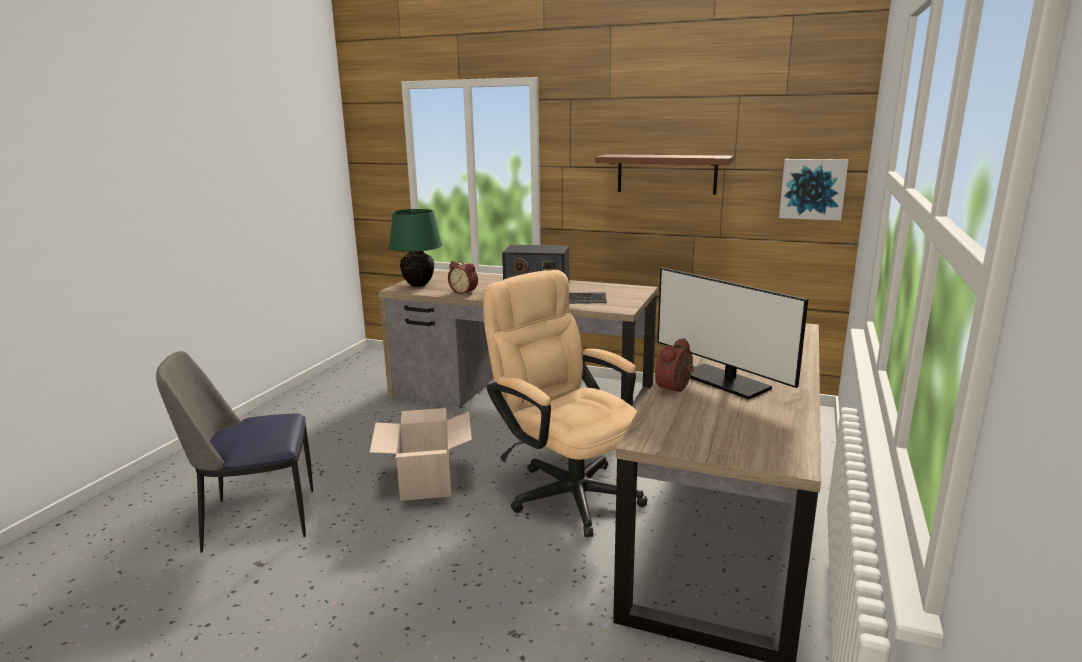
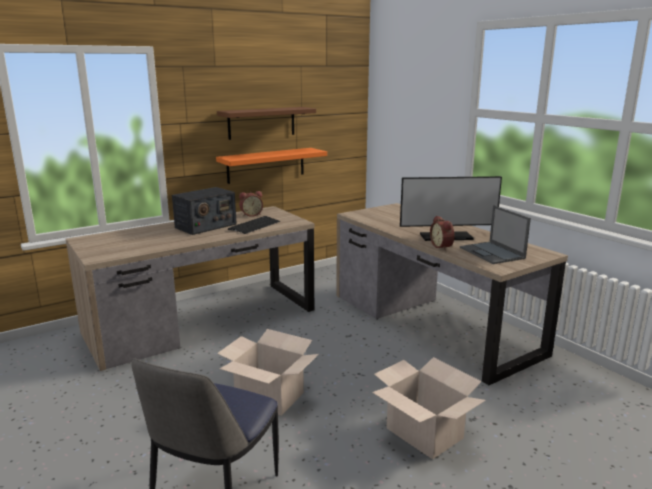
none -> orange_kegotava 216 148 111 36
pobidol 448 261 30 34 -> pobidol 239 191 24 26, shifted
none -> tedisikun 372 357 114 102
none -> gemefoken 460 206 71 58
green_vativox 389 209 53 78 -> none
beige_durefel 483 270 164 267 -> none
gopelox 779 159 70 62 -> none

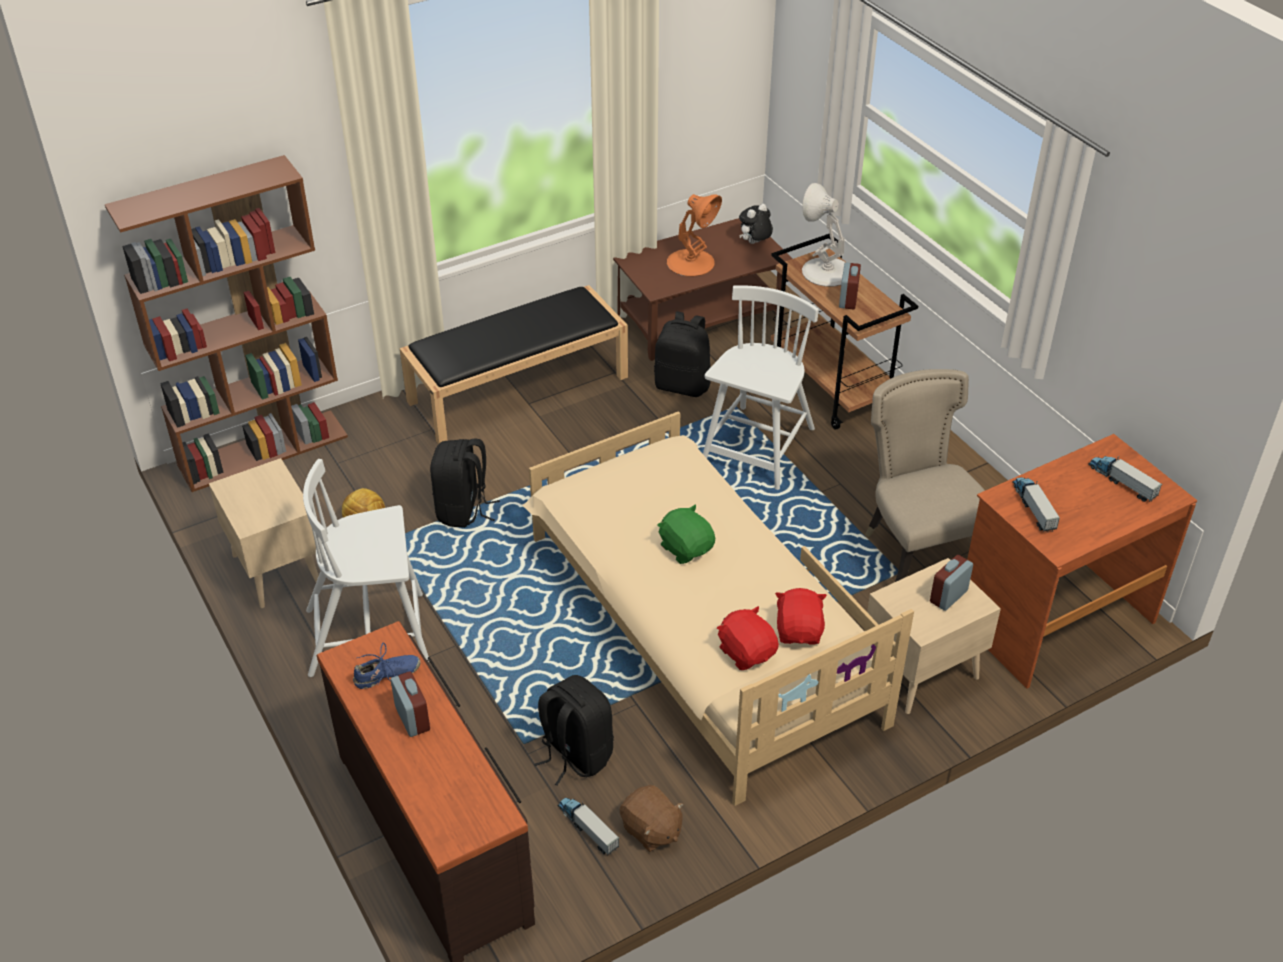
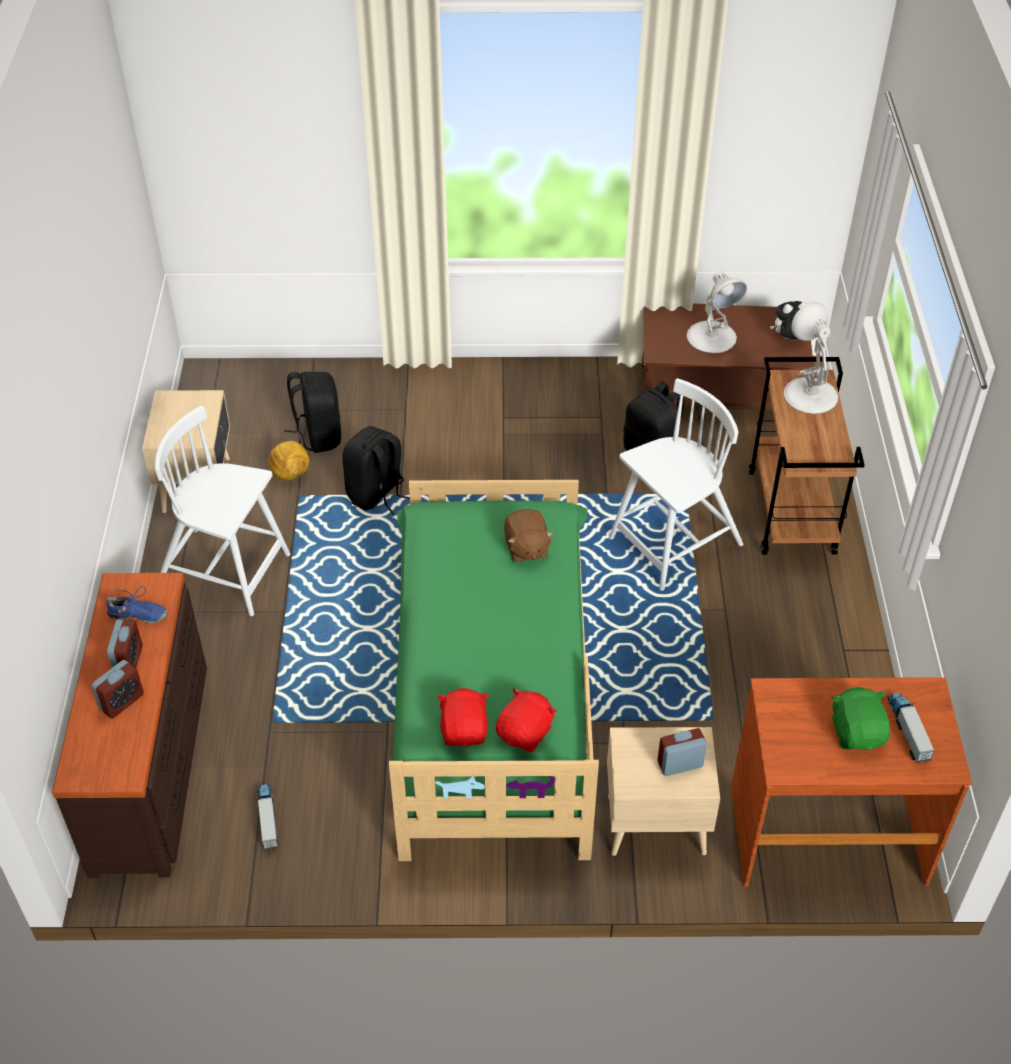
pobidol 839 262 22 47 -> pobidol 92 660 52 59, shifted
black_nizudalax 534 675 80 111 -> black_nizudalax 284 372 57 81, shifted
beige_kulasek 522 411 392 395 -> green_kulasek 389 480 210 381
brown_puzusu 620 785 64 67 -> brown_puzusu 504 509 50 53, shifted
orange_vativox 667 194 55 82 -> white_vativox 687 271 60 82
green_puzusu 657 505 58 59 -> green_puzusu 832 687 58 63, shifted
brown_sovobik 105 155 243 337 -> none
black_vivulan 400 285 228 159 -> none
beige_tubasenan 865 369 120 213 -> none
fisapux 1012 477 48 56 -> none

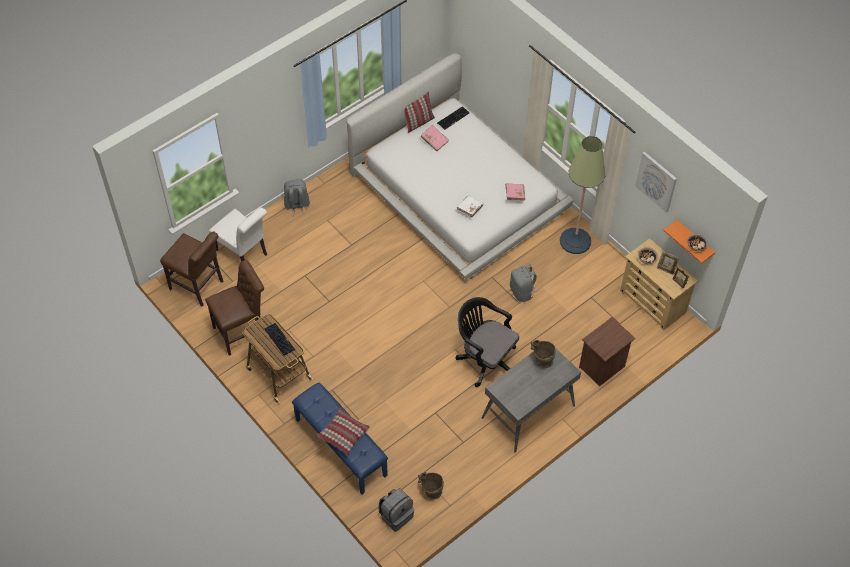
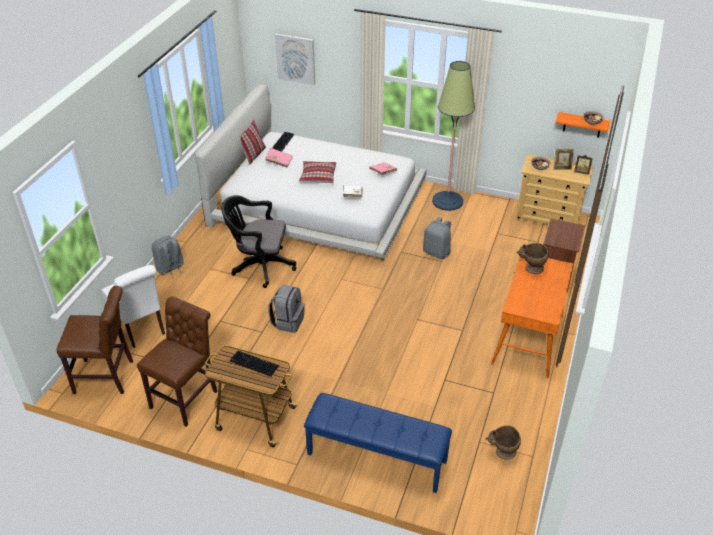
white_tubasenan 209 208 58 54 -> white_tubasenan 101 265 64 83, 45 degrees clockwise
black_durefel 456 297 63 90 -> black_durefel 221 195 75 93, shifted
grey_nizudalax 379 488 35 44 -> grey_nizudalax 268 285 36 48, shifted
gopelox 635 152 42 61 -> gopelox 275 34 40 51, shifted
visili 317 408 53 48 -> visili 299 161 37 22, shifted
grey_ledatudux 481 341 100 112 -> orange_ledatudux 491 257 82 121

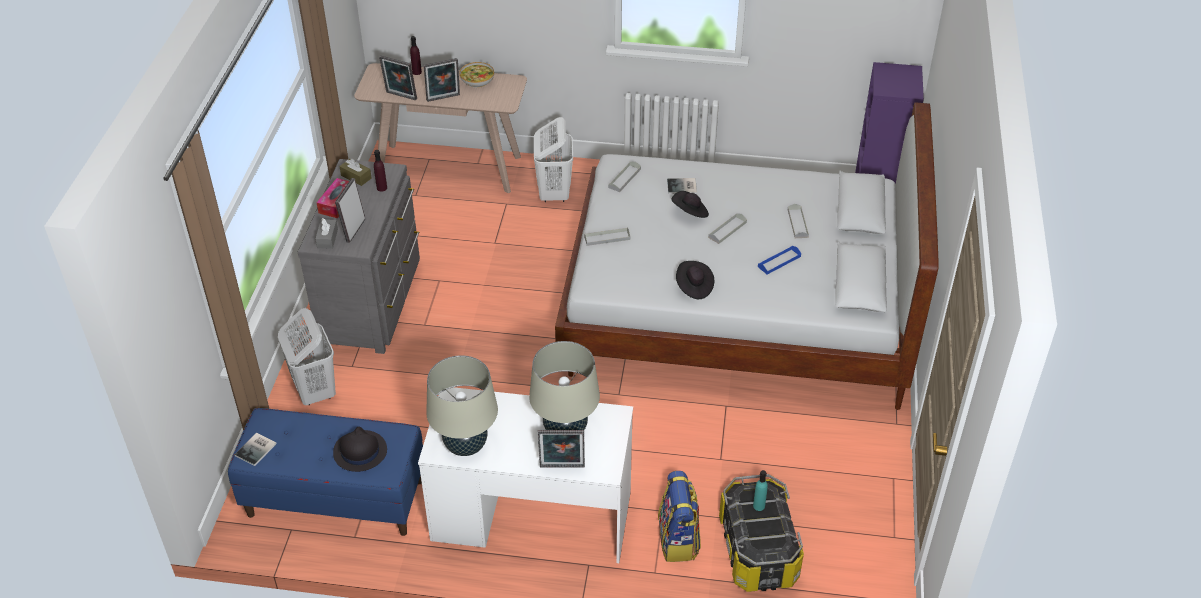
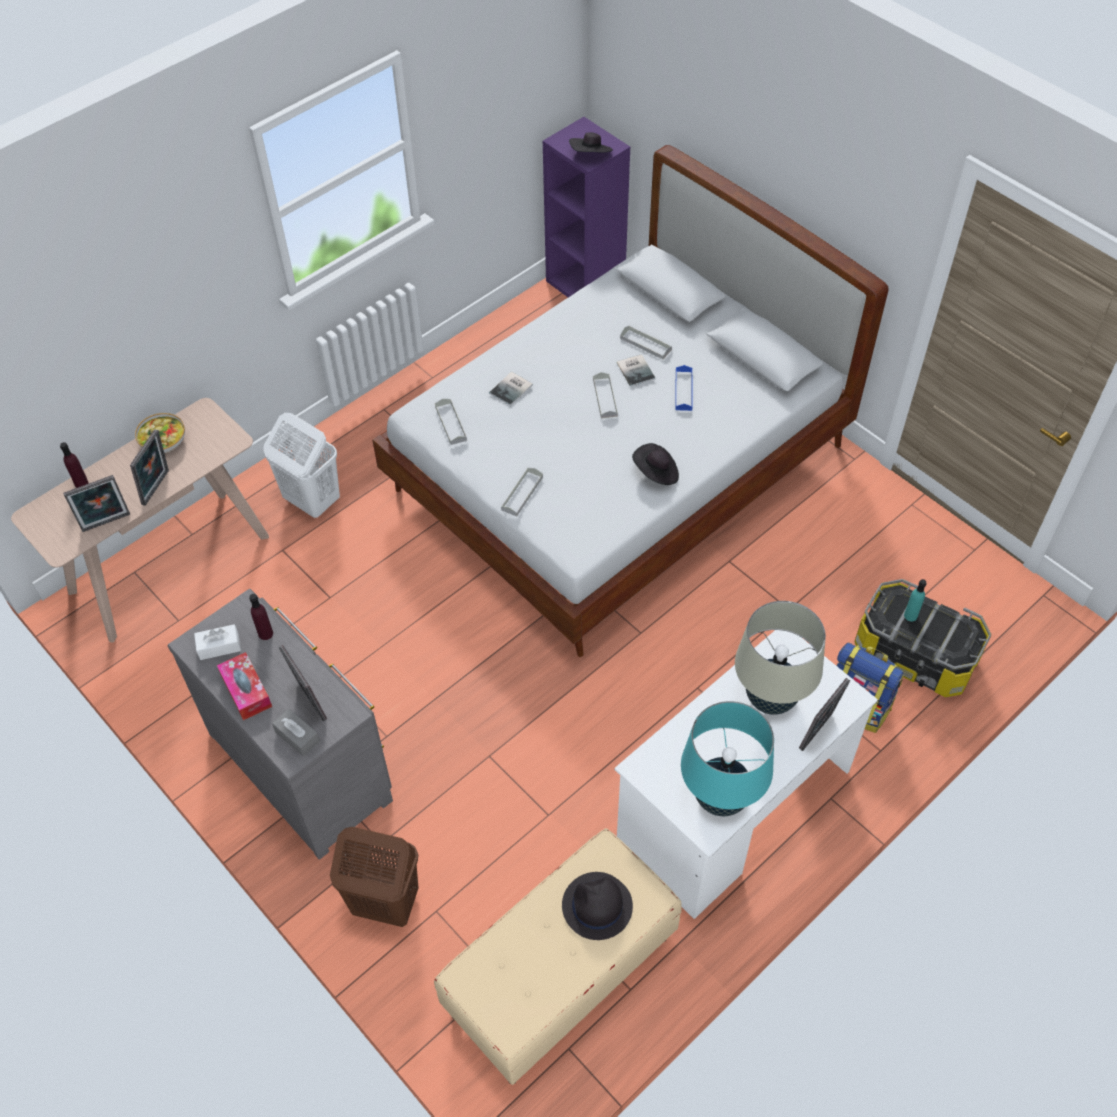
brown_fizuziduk 340 158 32 28 -> white_fizuziduk 194 624 47 36
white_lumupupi 278 308 58 97 -> brown_lumupupi 330 827 89 100
blue_vivulan 228 408 195 128 -> beige_vivulan 434 828 248 257
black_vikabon 671 191 38 27 -> black_vikabon 569 132 44 21, shifted
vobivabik 234 432 43 34 -> vobivabik 617 354 38 33, shifted
beige_vativox 426 355 72 101 -> turquoise_vativox 681 701 93 115

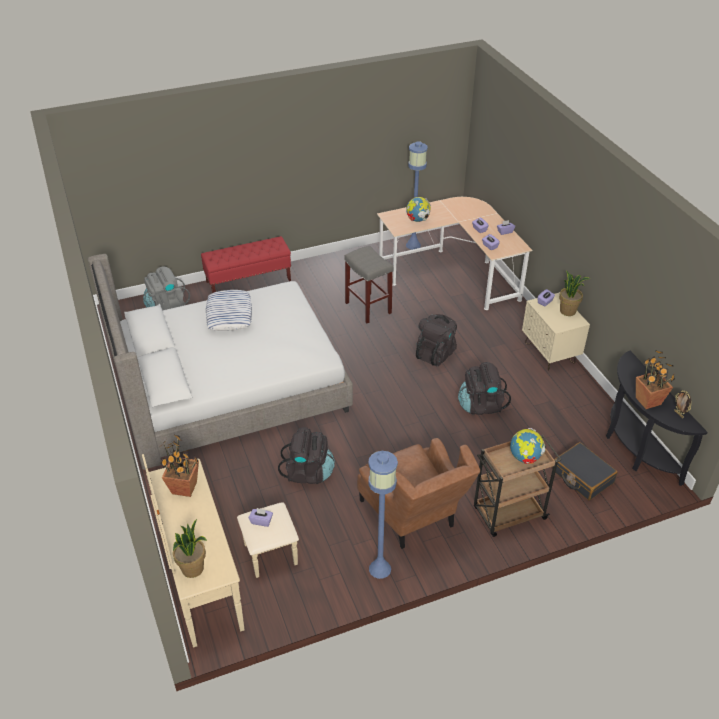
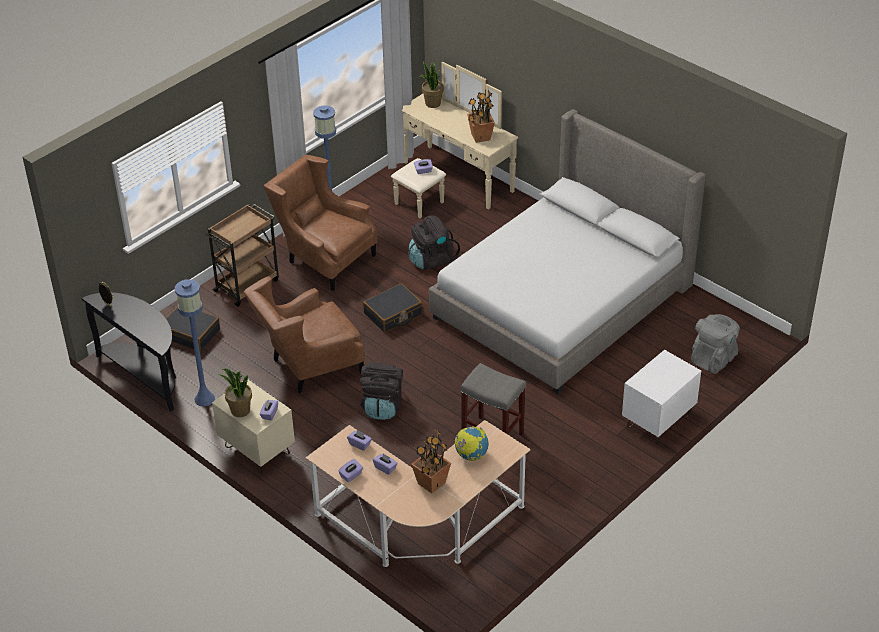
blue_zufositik 406 141 22 109 -> blue_zufositik 175 279 40 127, shifted
black_nizudalax 458 362 53 53 -> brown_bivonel 244 276 121 117
none -> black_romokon 363 283 60 49
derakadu 636 350 39 59 -> derakadu 411 430 40 63, shifted
red_vivulan 201 236 90 57 -> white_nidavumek 622 350 79 94
visili 206 290 46 41 -> none
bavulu 510 428 36 36 -> none

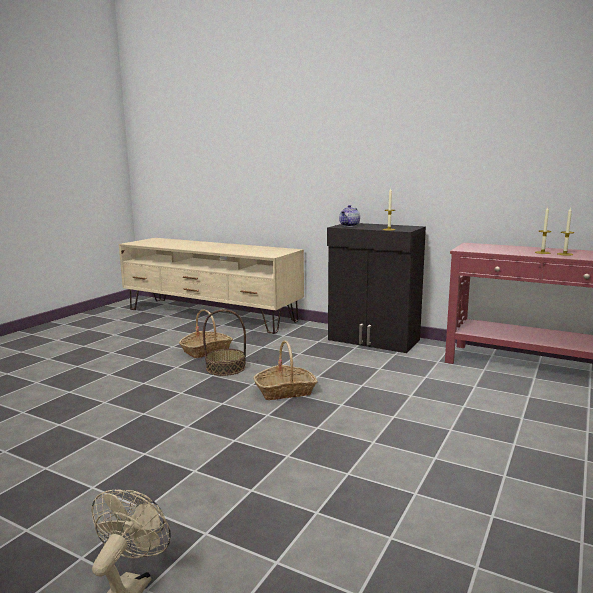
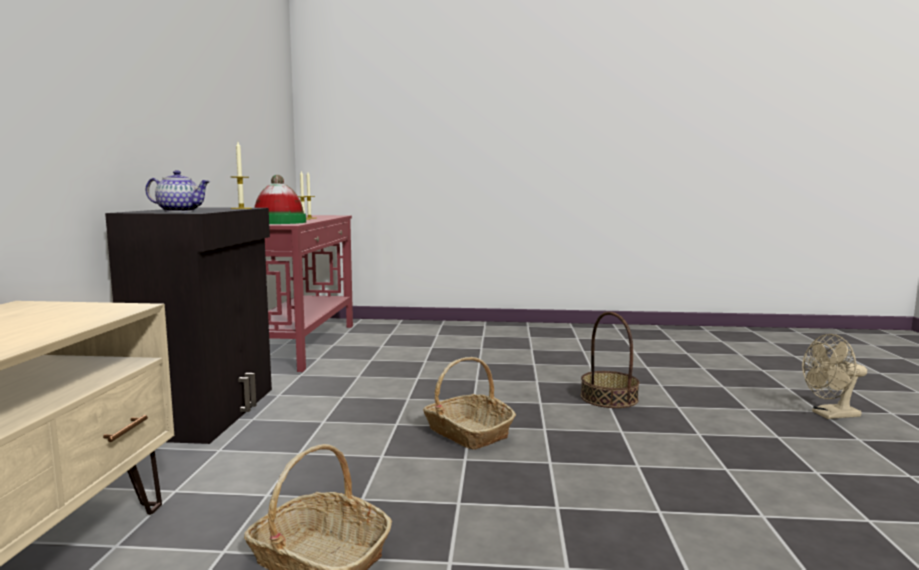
none -> vikabon 254 175 52 49
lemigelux 203 309 43 67 -> lemigelux 581 312 58 96, shifted

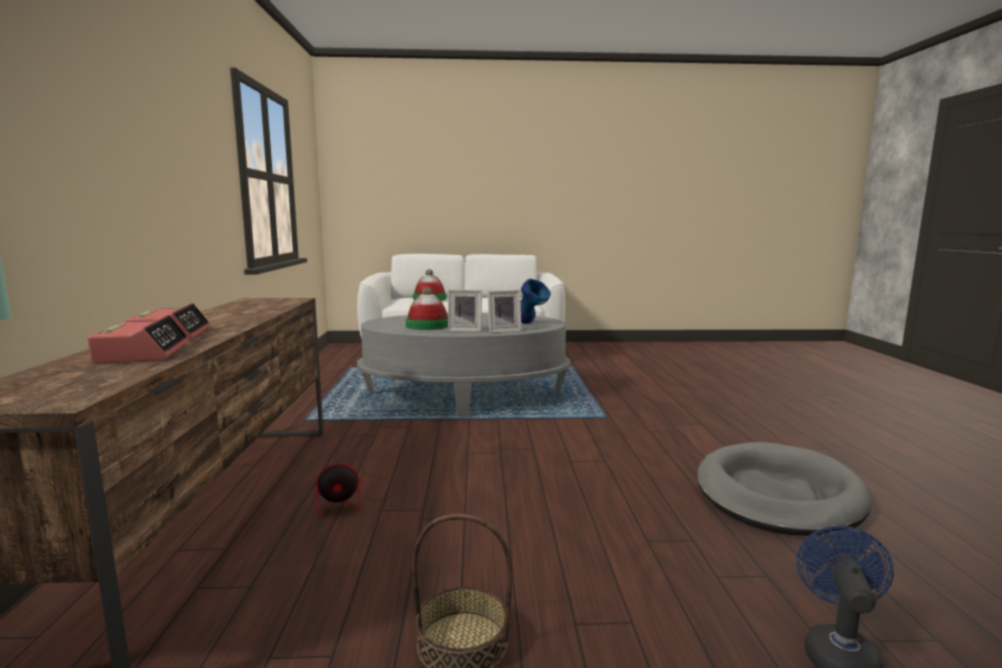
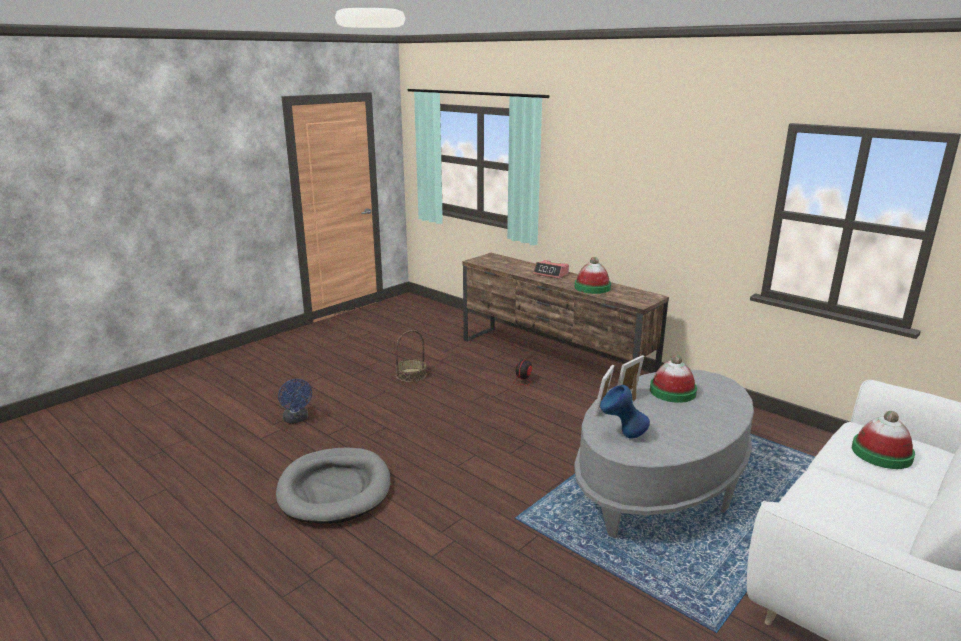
none -> vikabon 575 257 36 37
pobidol 87 315 102 48 -> none

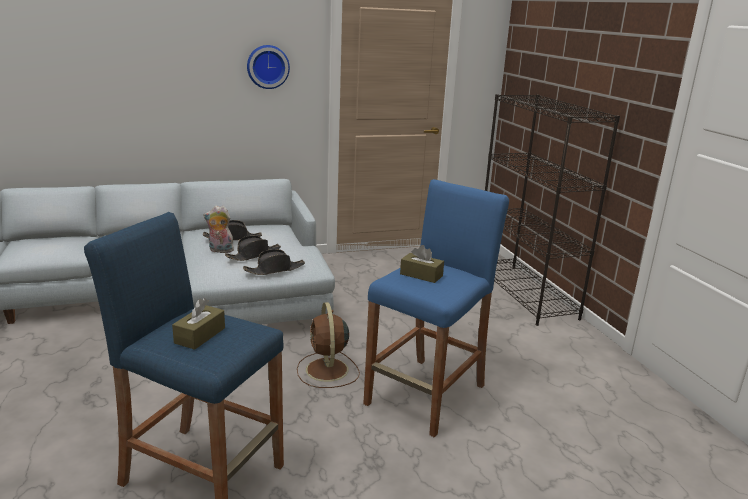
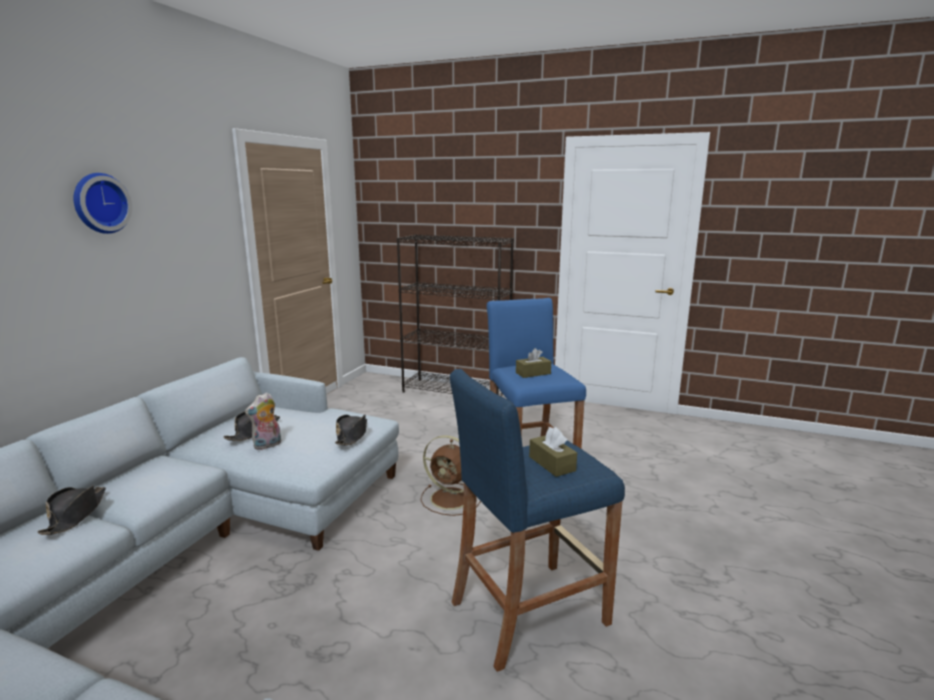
black_vikabon 225 235 56 26 -> black_vikabon 37 486 69 49, shifted
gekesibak 247 45 43 44 -> gekesibak 74 173 58 61, shifted

